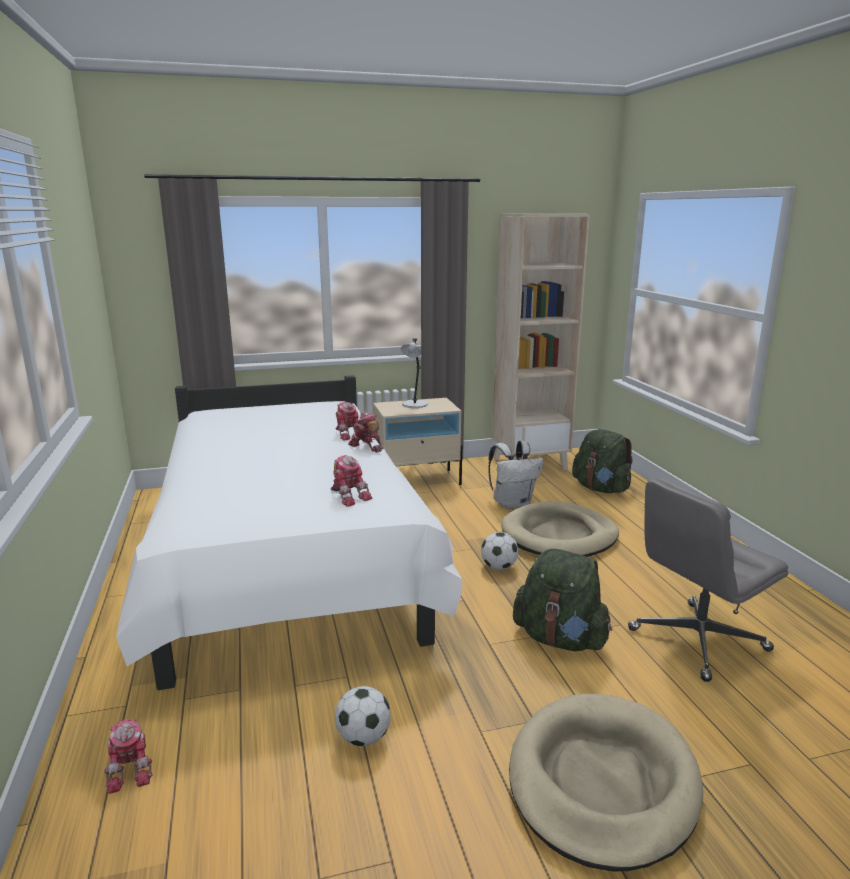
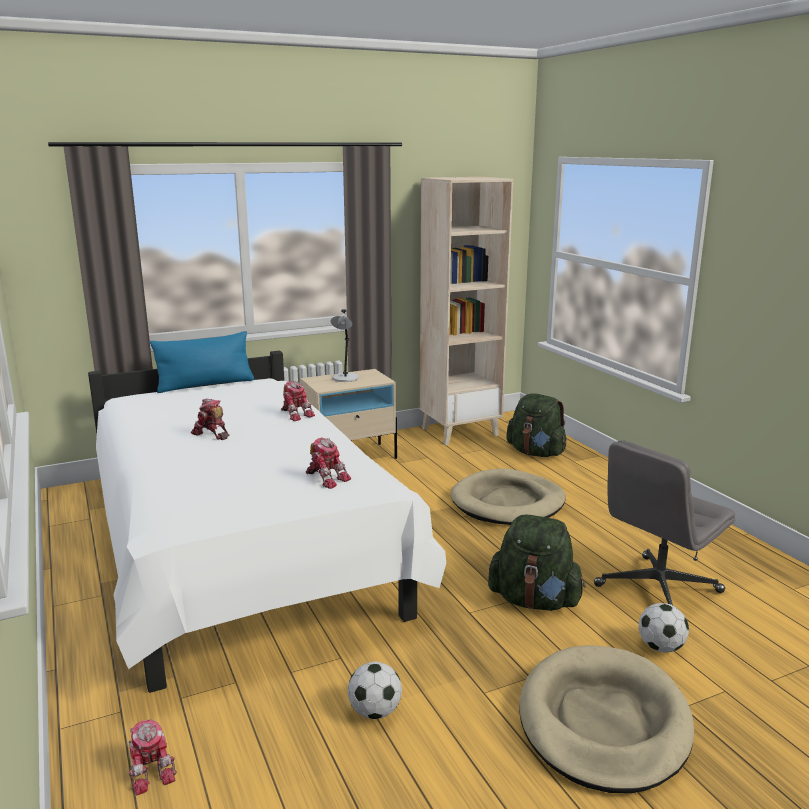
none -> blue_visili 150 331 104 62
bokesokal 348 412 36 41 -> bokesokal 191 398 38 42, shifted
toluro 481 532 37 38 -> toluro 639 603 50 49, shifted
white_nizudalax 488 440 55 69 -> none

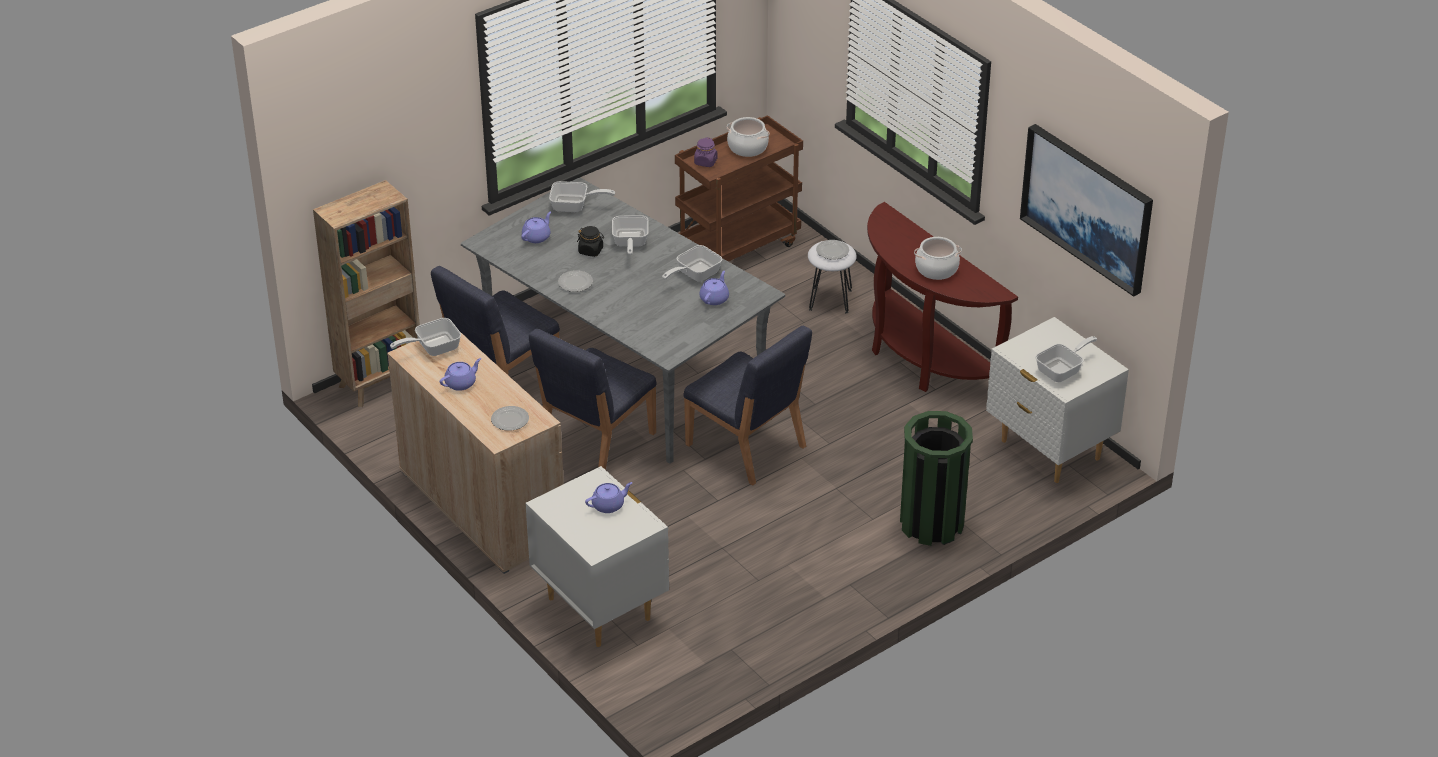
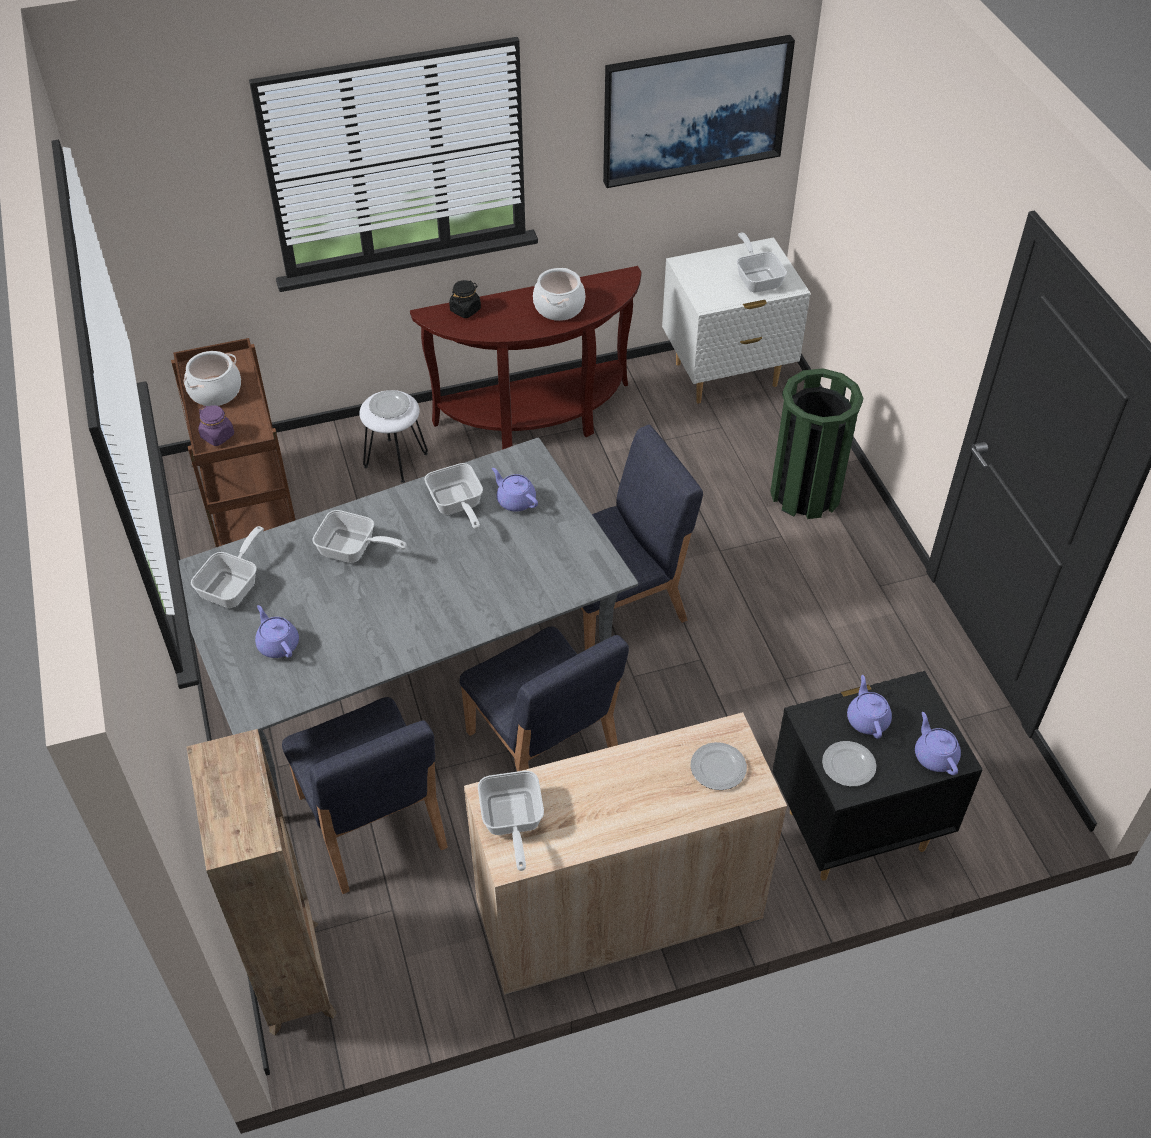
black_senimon 577 226 27 31 -> black_senimon 449 280 32 38, shifted
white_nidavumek 525 466 144 181 -> black_nidavumek 772 671 211 210
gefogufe 558 270 35 22 -> gefogufe 822 741 54 46, shifted
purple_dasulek 440 358 41 33 -> purple_dasulek 915 712 46 63, shifted

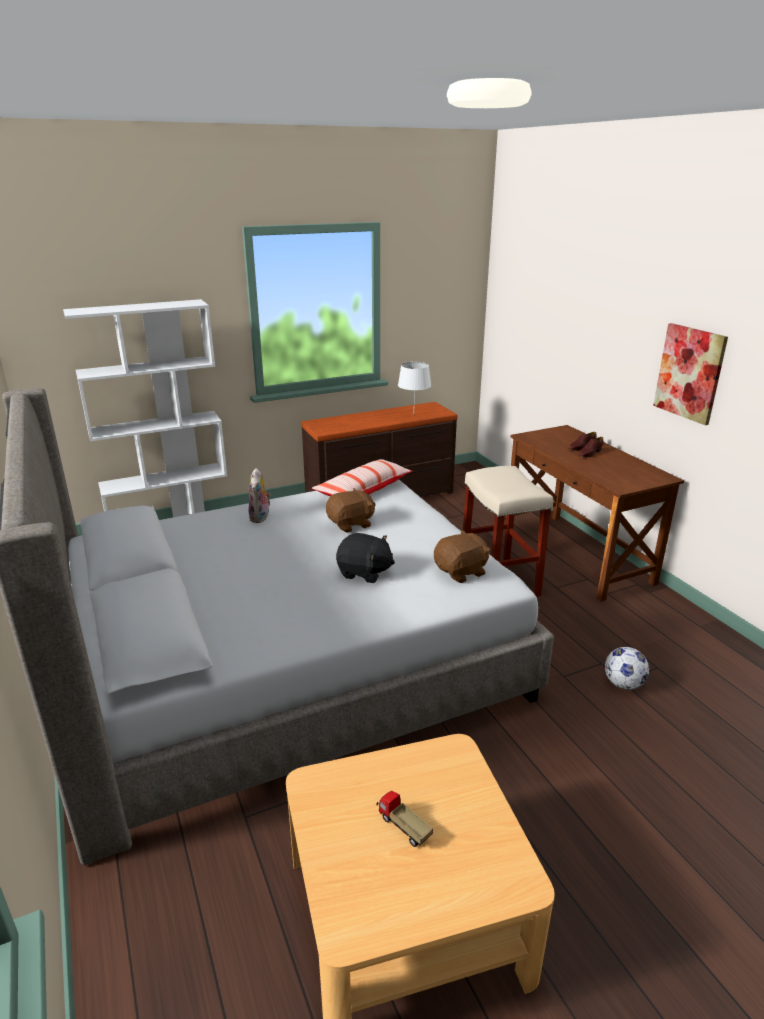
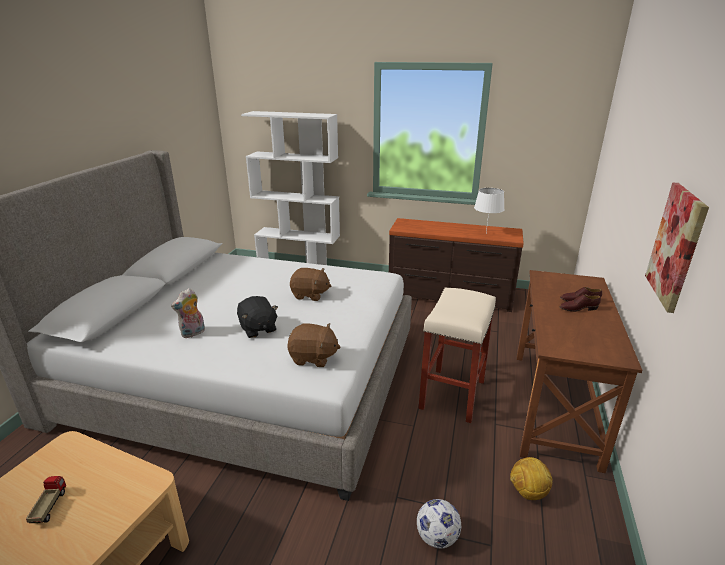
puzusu 249 468 22 55 -> puzusu 171 288 34 50, shifted
none -> toluro 510 457 43 43
visili 312 459 101 38 -> none

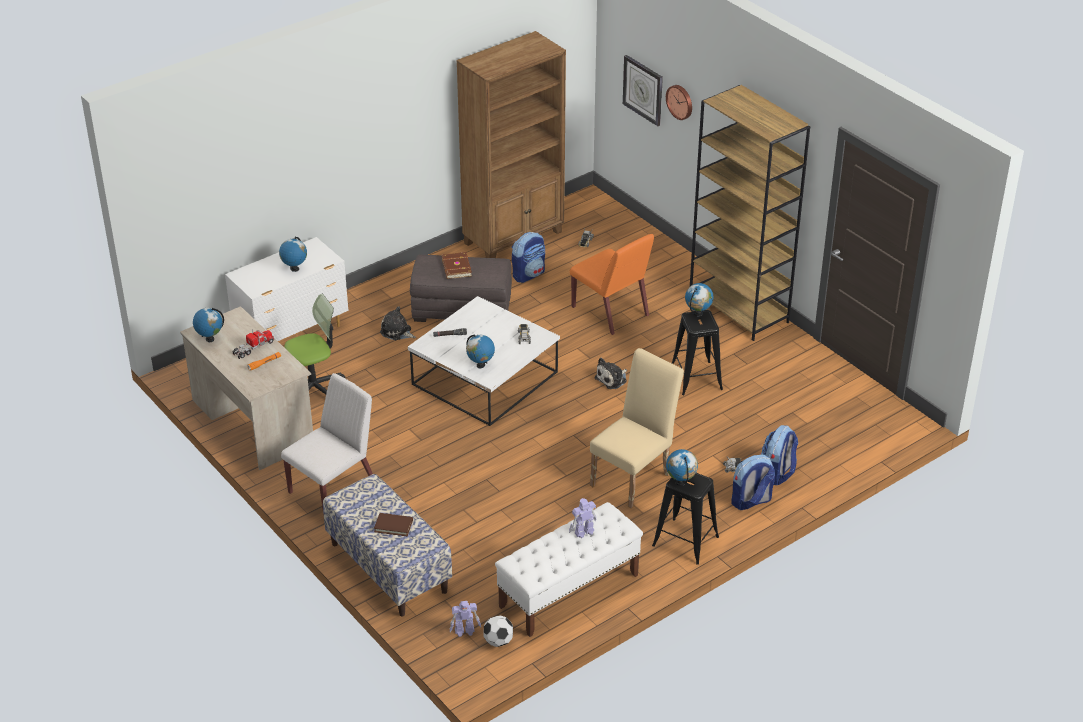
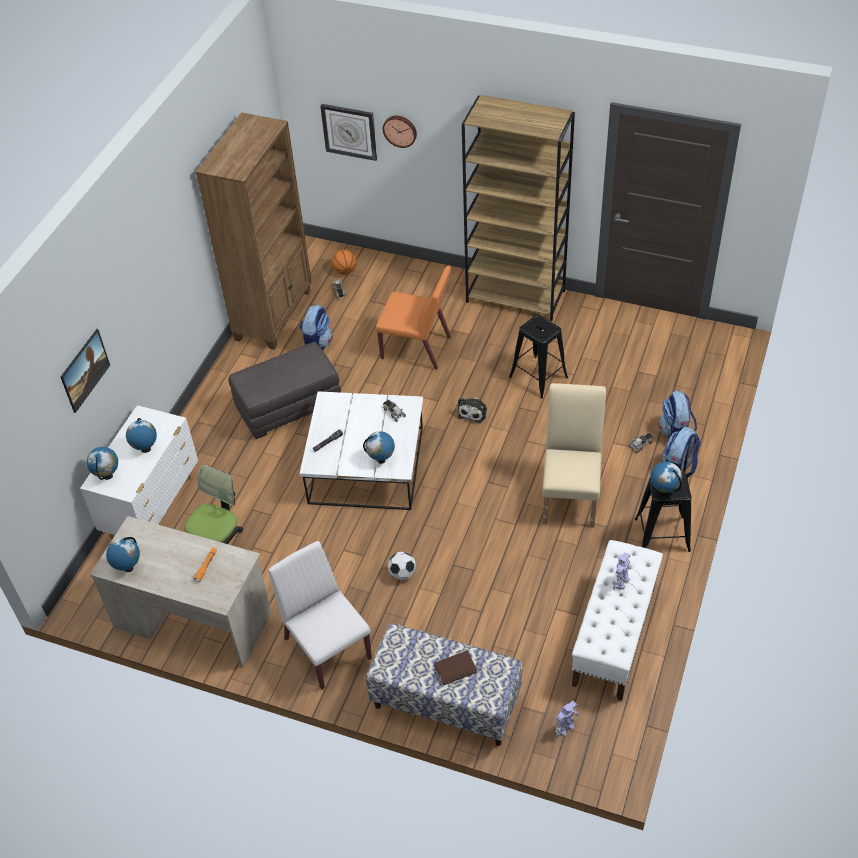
none -> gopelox 61 329 49 84
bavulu 685 283 28 34 -> bavulu 87 447 31 33, shifted
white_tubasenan 281 373 92 143 -> white_tubasenan 268 541 104 148, 45 degrees counterclockwise
none -> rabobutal 332 250 25 24
toluro 484 615 29 32 -> toluro 388 551 28 29, shifted
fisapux 232 329 43 30 -> none
puzusu 380 306 36 34 -> none
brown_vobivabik 441 252 31 27 -> none

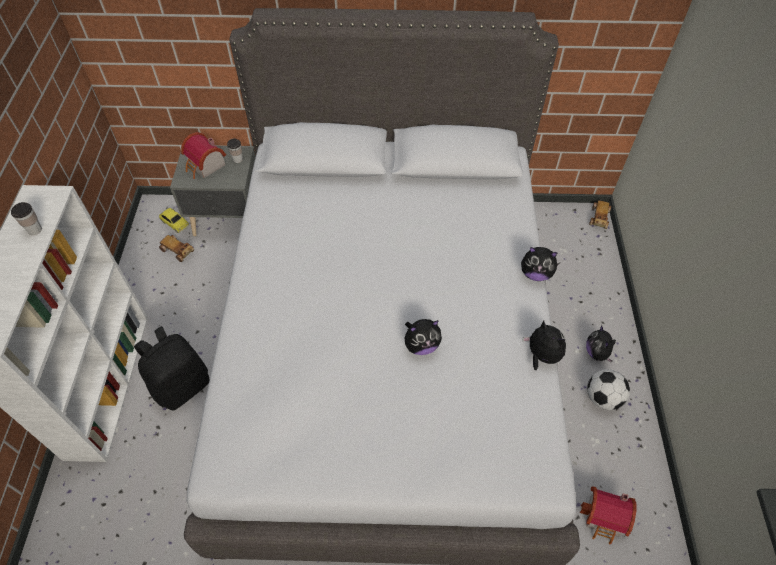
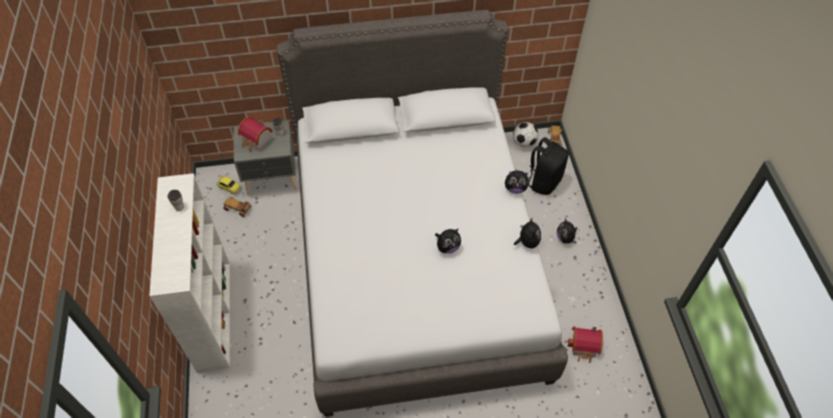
toluro 587 369 43 41 -> toluro 513 122 25 25, shifted
puzusu 523 320 43 50 -> puzusu 514 218 27 30, 45 degrees clockwise
black_nizudalax 134 326 76 84 -> black_nizudalax 528 137 41 58, shifted

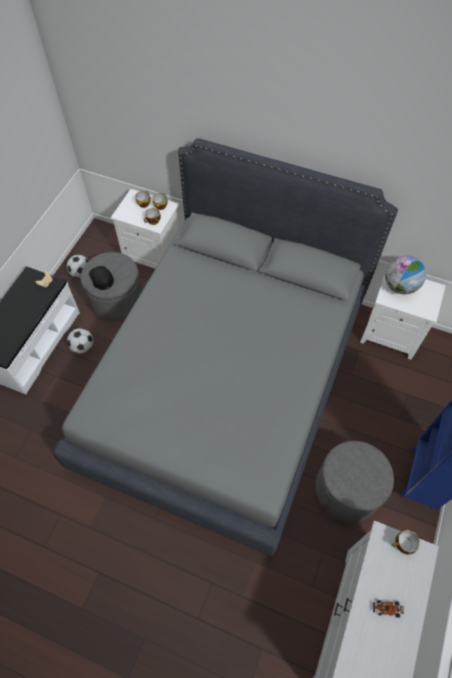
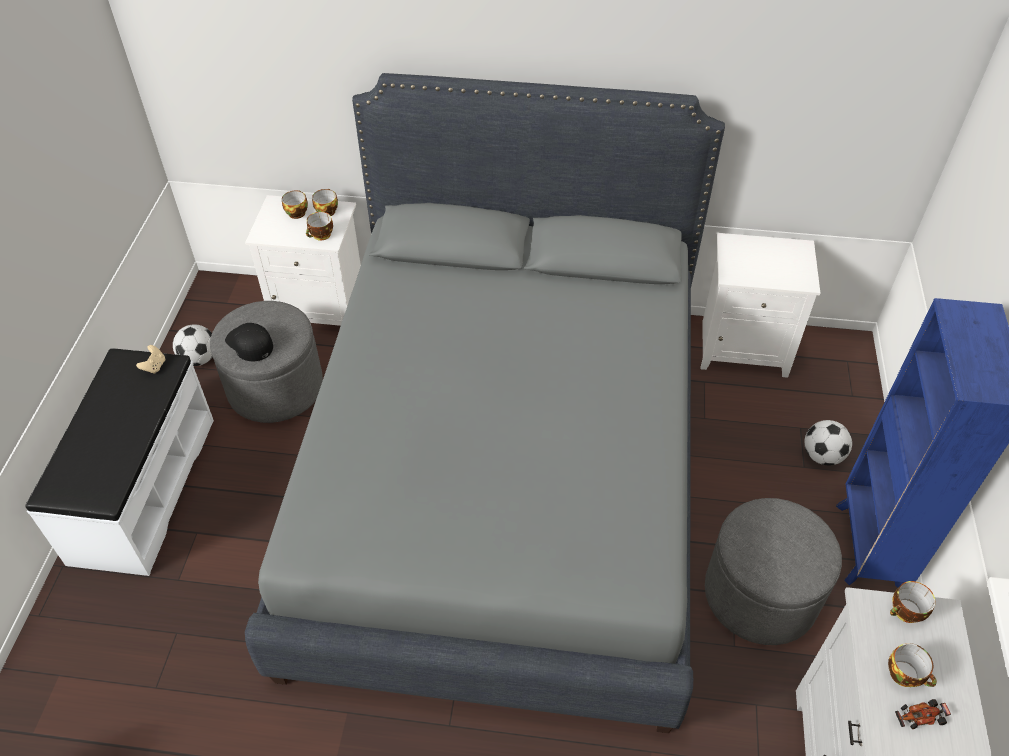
toluro 67 328 26 26 -> toluro 804 420 48 46, shifted
none -> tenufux 888 643 49 44
bavulu 385 255 41 39 -> none

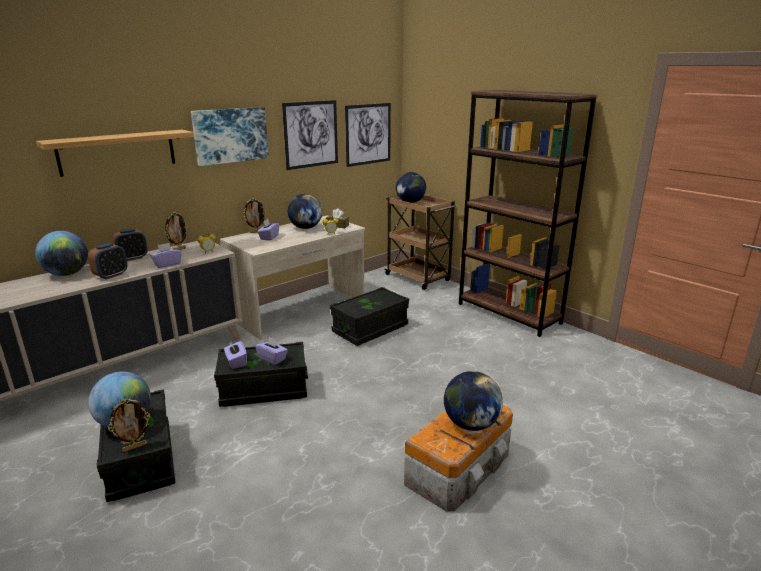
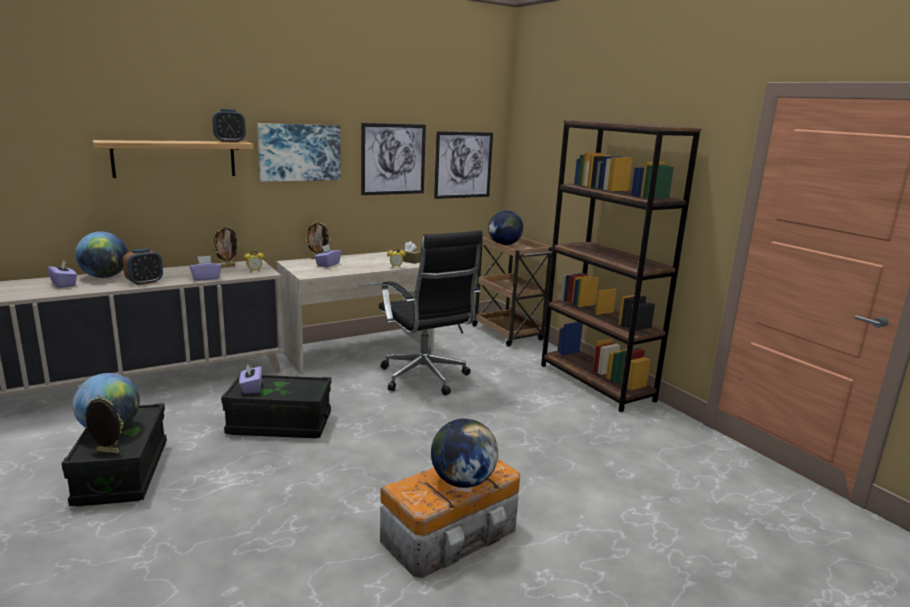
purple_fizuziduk 255 337 33 28 -> purple_fizuziduk 47 260 30 28, shifted
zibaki 108 399 42 53 -> zibaki 85 396 39 57, 150 degrees counterclockwise
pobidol 113 228 35 33 -> pobidol 212 109 34 34, shifted
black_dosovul 330 287 79 59 -> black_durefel 379 230 104 165
bavulu 288 194 34 35 -> none

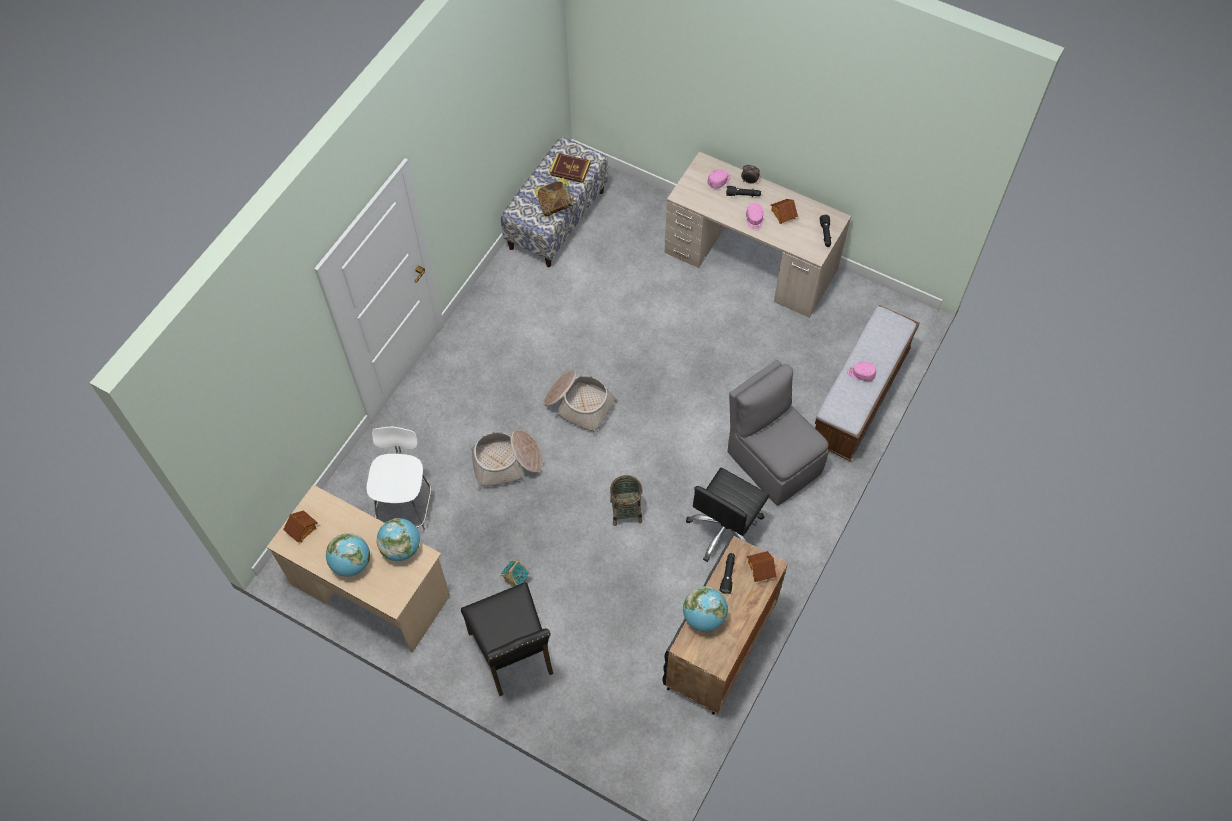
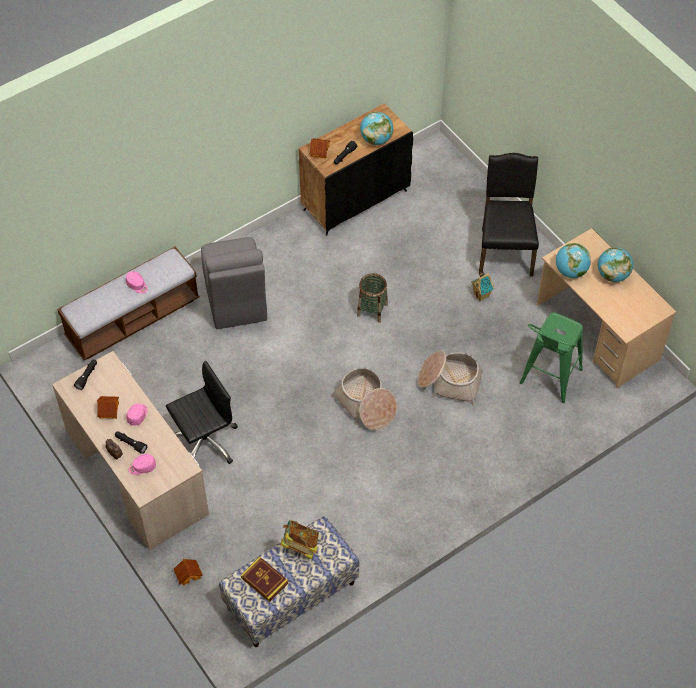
black_durefel 686 468 84 94 -> black_durefel 166 361 72 103, shifted
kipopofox 283 510 35 33 -> kipopofox 174 559 29 27, shifted
white_tubasenan 366 427 66 106 -> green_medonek 519 312 64 91

